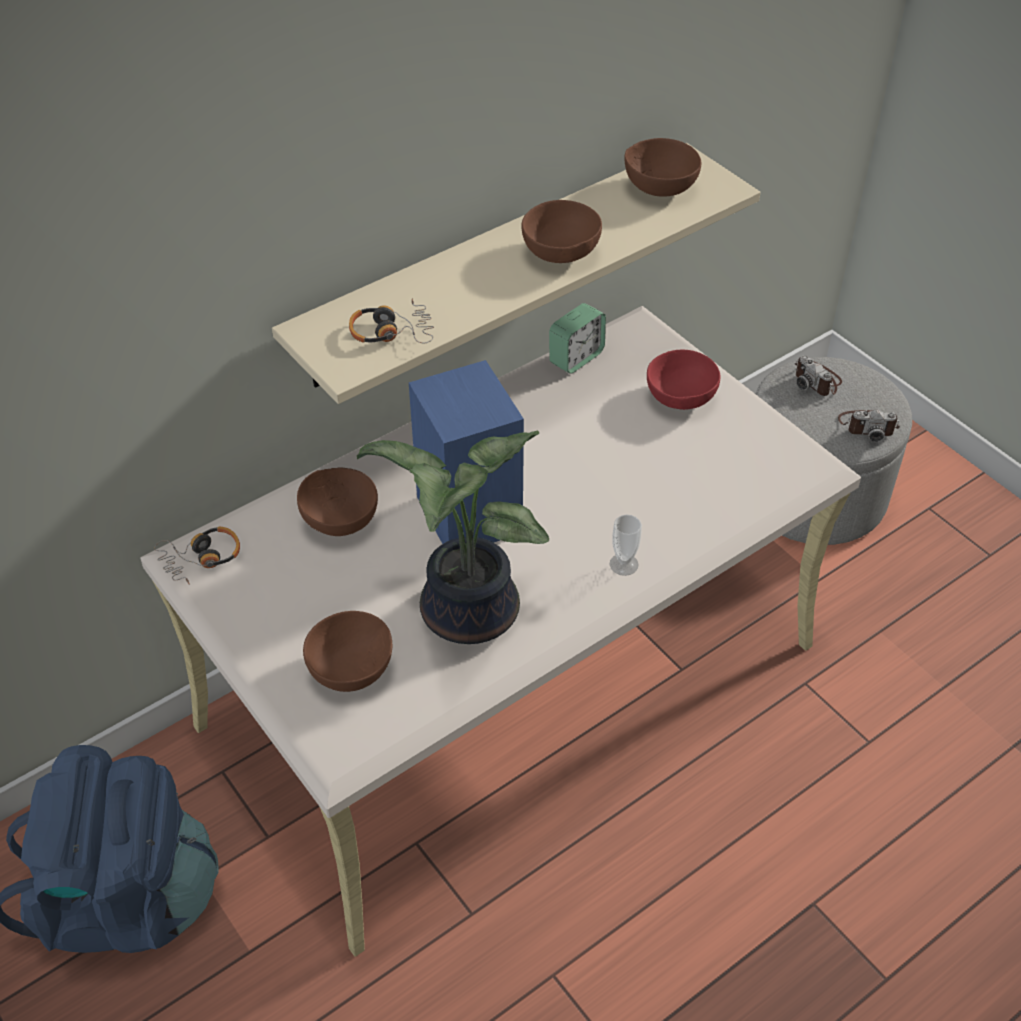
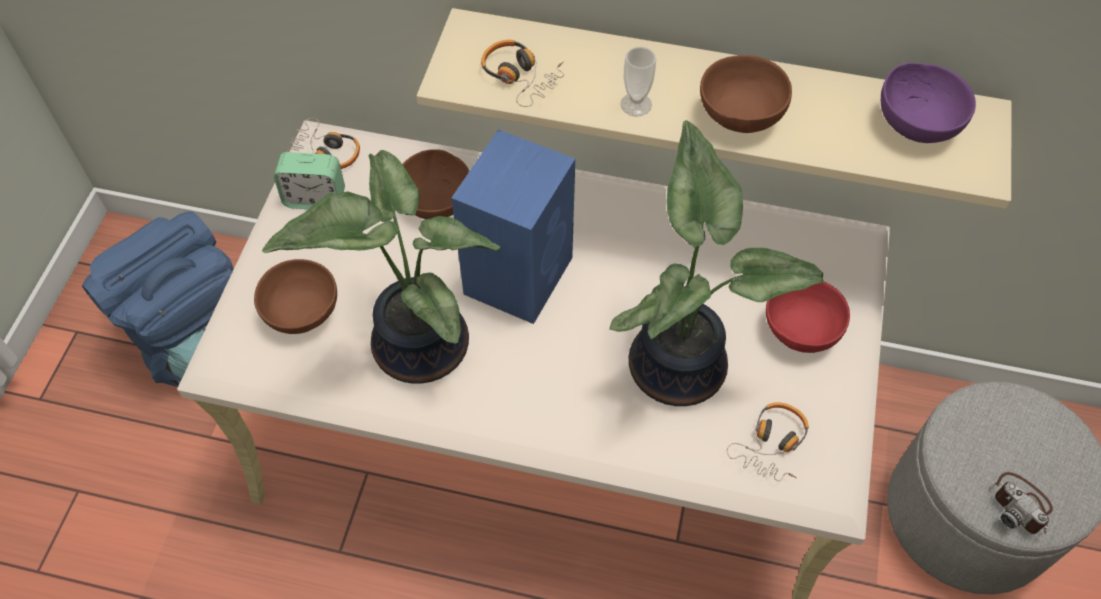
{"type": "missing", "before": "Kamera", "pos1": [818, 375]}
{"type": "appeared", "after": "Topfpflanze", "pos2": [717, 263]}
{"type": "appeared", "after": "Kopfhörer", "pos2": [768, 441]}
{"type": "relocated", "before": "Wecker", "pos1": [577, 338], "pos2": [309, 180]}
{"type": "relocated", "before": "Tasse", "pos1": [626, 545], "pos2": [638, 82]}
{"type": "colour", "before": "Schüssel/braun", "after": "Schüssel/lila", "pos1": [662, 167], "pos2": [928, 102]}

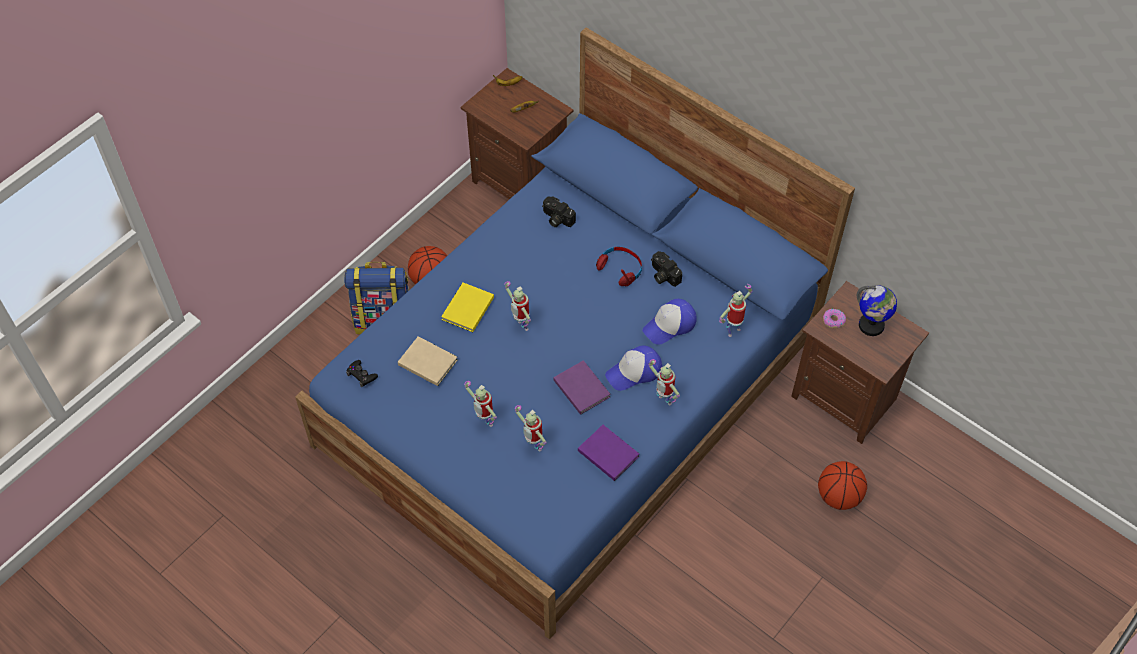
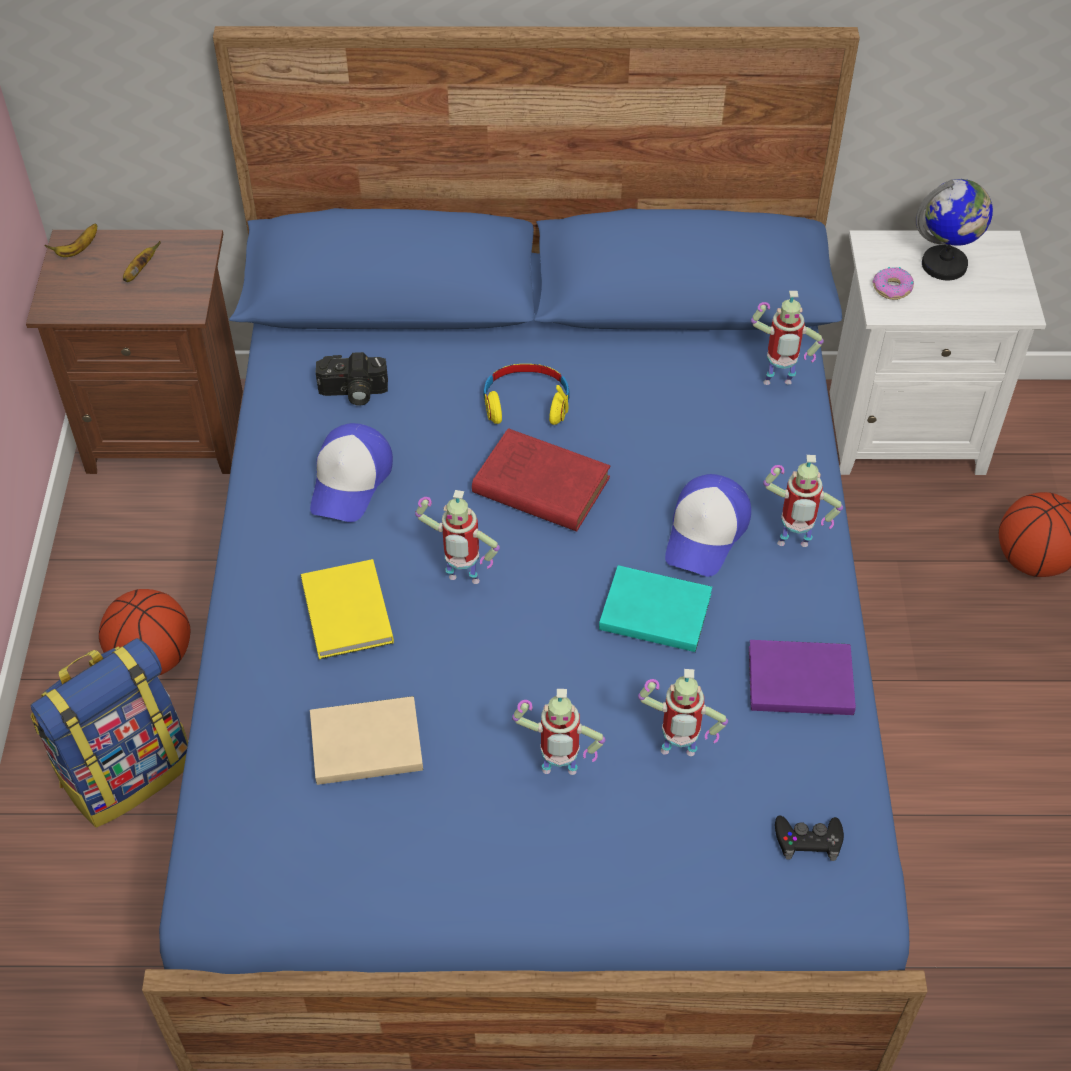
{"type": "missing", "before": "Kamera", "pos1": [666, 269]}
{"type": "appeared", "after": "Buch/rot", "pos2": [541, 480]}
{"type": "relocated", "before": "Gamepad/schwarz", "pos1": [362, 373], "pos2": [809, 838]}
{"type": "relocated", "before": "Kappe", "pos1": [669, 322], "pos2": [351, 472]}
{"type": "colour", "before": "Buch/lila", "after": "Buch/türkis", "pos1": [581, 387], "pos2": [655, 608]}
{"type": "colour", "before": "Kopfhörer/rot", "after": "Kopfhörer/gelb", "pos1": [619, 266], "pos2": [526, 394]}
{"type": "colour", "before": "Nachttisch/braun", "after": "Nachttisch/weiß", "pos1": [860, 362], "pos2": [937, 353]}
{"type": "spun", "before": "Spielzeugroboter", "pos1": [735, 310], "pos2": [787, 338], "turn": -105}

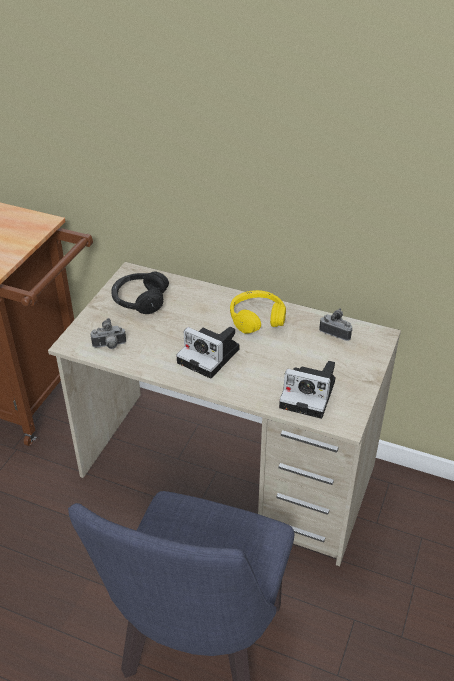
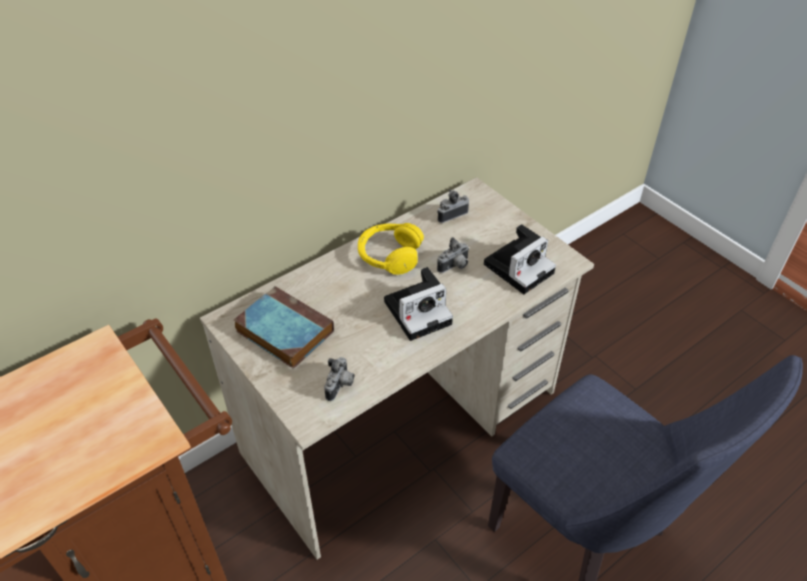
{"type": "appeared", "after": "Kamera", "pos2": [453, 255]}
{"type": "exchanged", "before": "Kopfhörer/schwarz", "after": "Buch", "pos1": [140, 292], "pos2": [284, 327]}

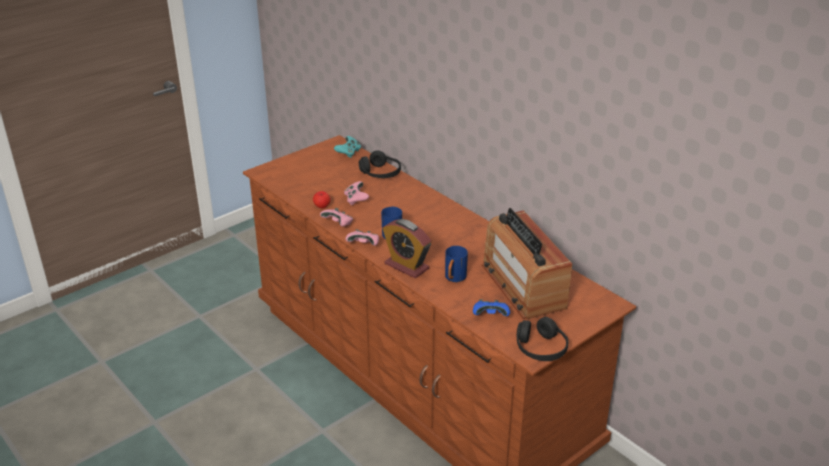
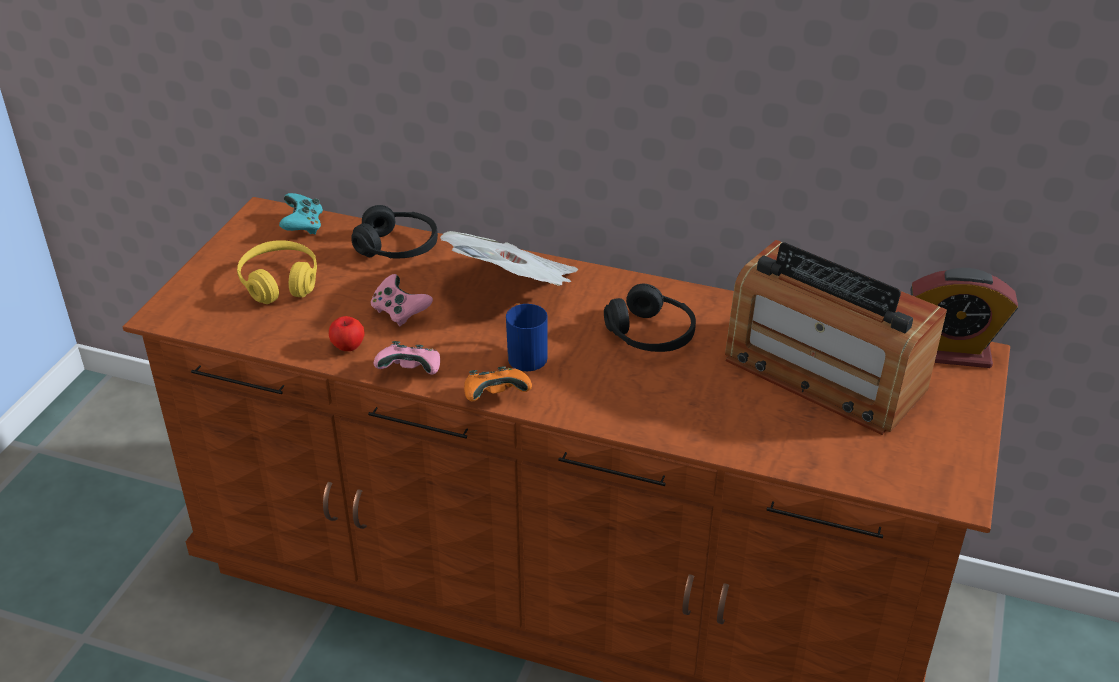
{"type": "missing", "before": "Henkelbecher/blau", "pos1": [456, 264]}
{"type": "missing", "before": "Gamepad/blau", "pos1": [491, 307]}
{"type": "appeared", "after": "Kopfhörer/gelb", "pos2": [277, 272]}
{"type": "appeared", "after": "Zeitung", "pos2": [509, 258]}
{"type": "relocated", "before": "Wecker", "pos1": [406, 249], "pos2": [964, 318]}
{"type": "relocated", "before": "Kopfhörer/schwarz", "pos1": [542, 339], "pos2": [650, 318]}
{"type": "colour", "before": "Gamepad/rosa", "after": "Gamepad/orange", "pos1": [362, 237], "pos2": [498, 384]}

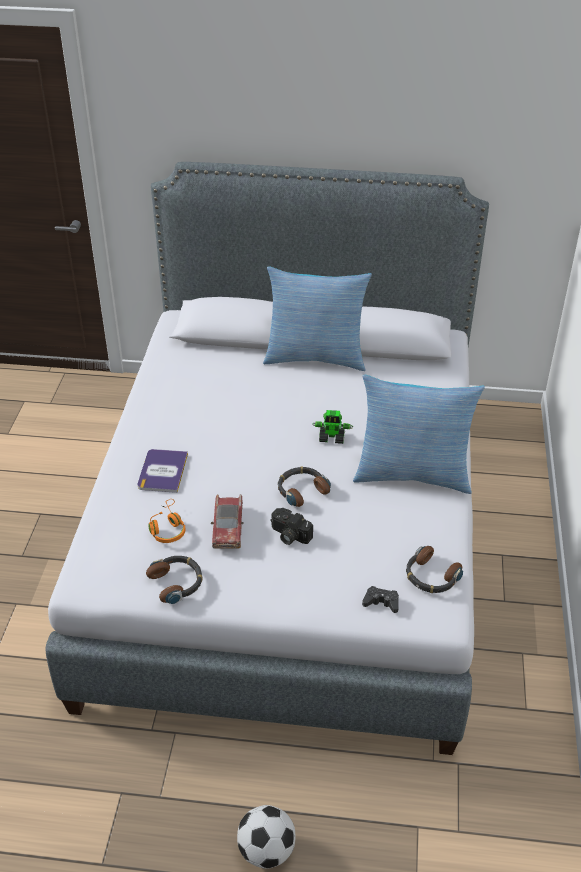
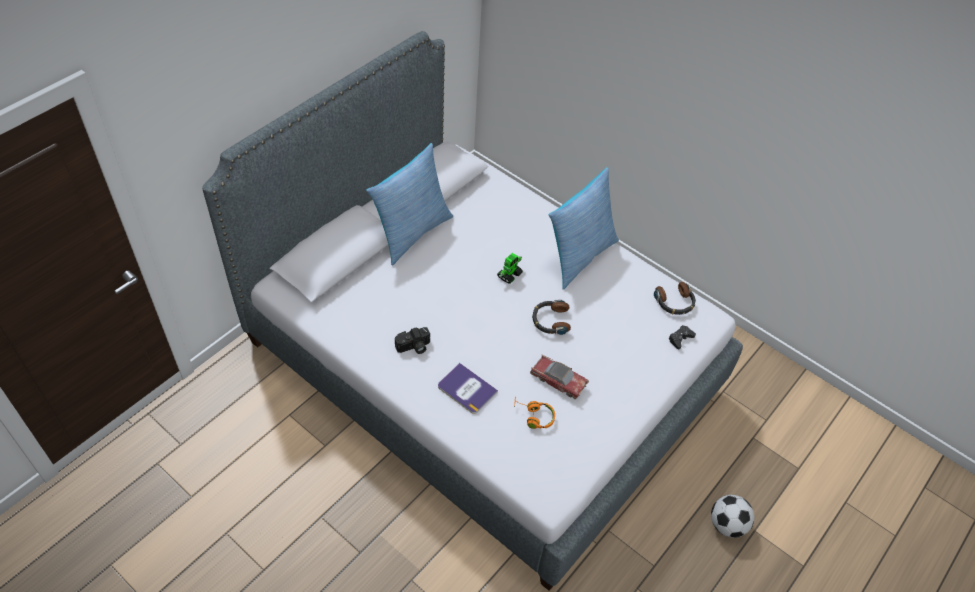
{"type": "missing", "before": "Kopfhörer", "pos1": [174, 580]}
{"type": "relocated", "before": "Kamera", "pos1": [291, 526], "pos2": [412, 340]}

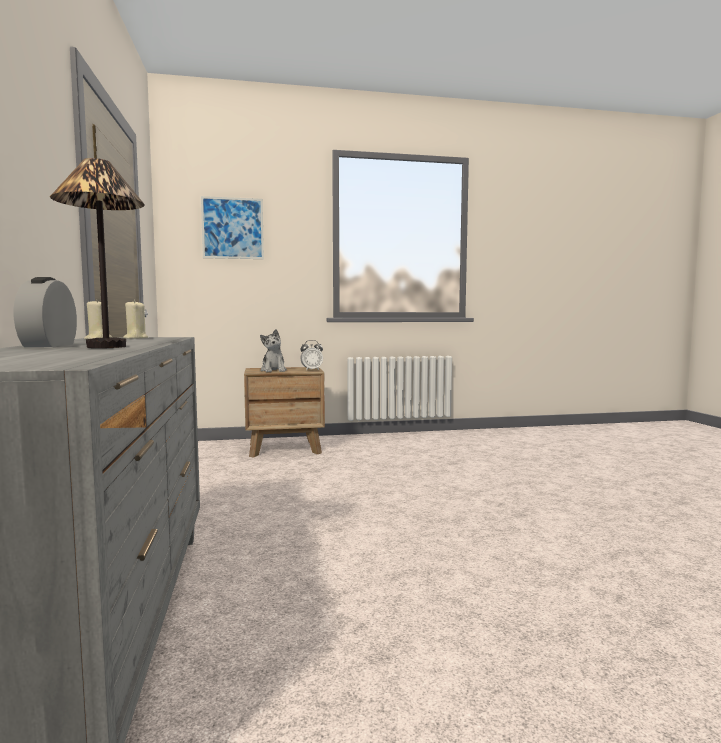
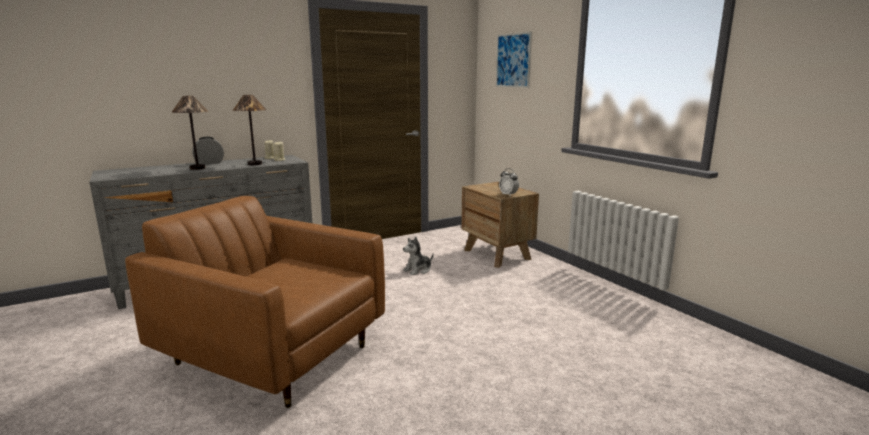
{"type": "appeared", "after": "Sessel/braun", "pos2": [255, 302]}
{"type": "appeared", "after": "Tischlampe", "pos2": [249, 130]}
{"type": "relocated", "before": "Plüschtier", "pos1": [273, 350], "pos2": [418, 256]}

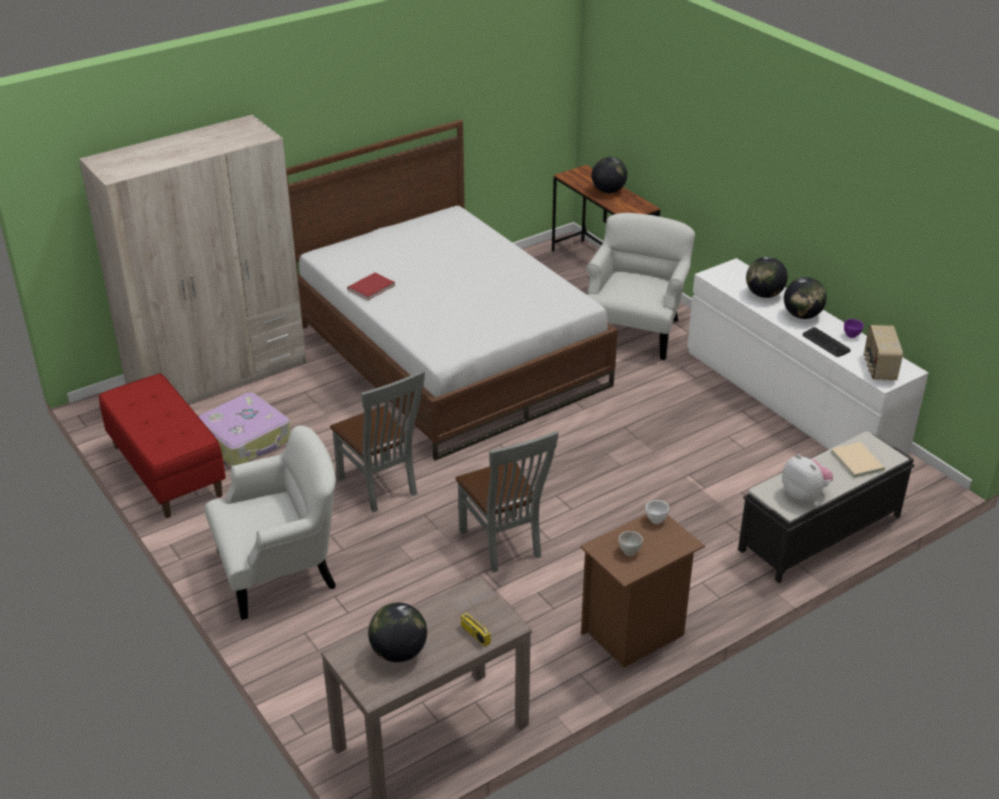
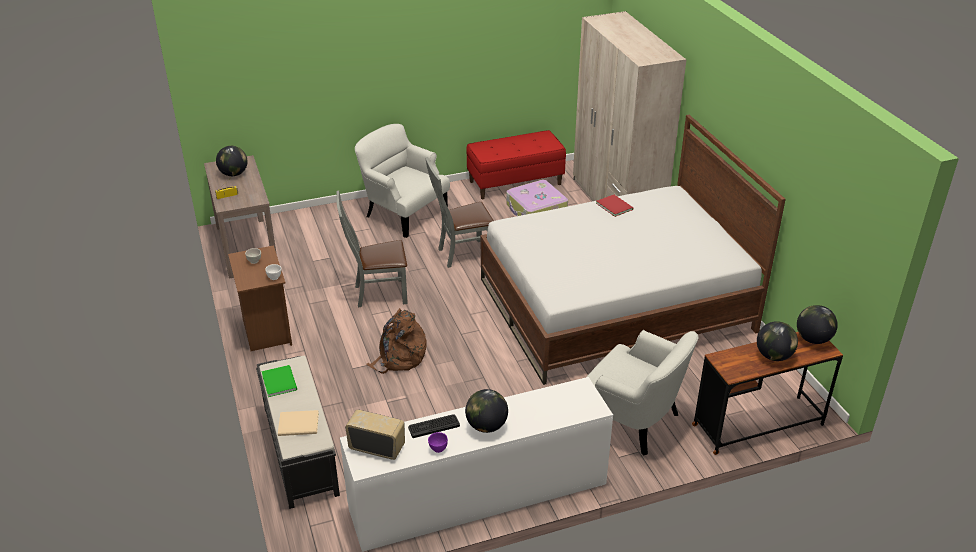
{"type": "appeared", "after": "Rucksack/braun", "pos2": [396, 341]}
{"type": "relocated", "before": "Globus", "pos1": [767, 277], "pos2": [817, 324]}
{"type": "exchanged", "before": "Plüschtier", "after": "Buch/grün", "pos1": [807, 478], "pos2": [279, 381]}
{"type": "spun", "before": "Sessel/weiß", "pos1": [270, 522], "pos2": [402, 181], "turn": 135}

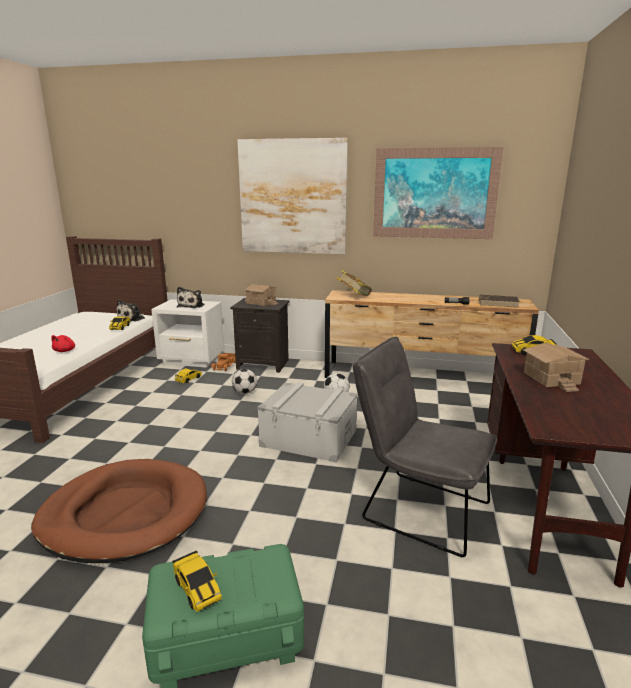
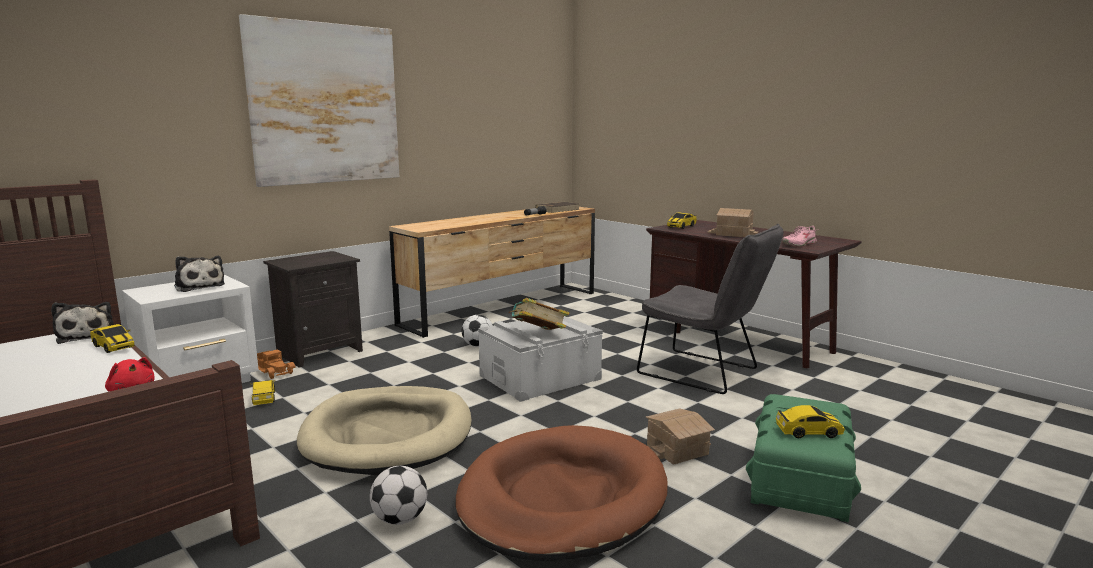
{"type": "missing", "before": "Bild", "pos1": [438, 193]}
{"type": "appeared", "after": "Hundebett/beige", "pos2": [384, 430]}
{"type": "appeared", "after": "Schuh/rosa", "pos2": [800, 236]}
{"type": "relocated", "before": "Fußball", "pos1": [244, 381], "pos2": [398, 495]}
{"type": "relocated", "before": "Spielzeughaus", "pos1": [261, 295], "pos2": [680, 436]}
{"type": "relocated", "before": "Buch", "pos1": [354, 282], "pos2": [539, 314]}
{"type": "spun", "before": "Stuhl/grau", "pos1": [425, 447], "pos2": [710, 309], "turn": -120}

